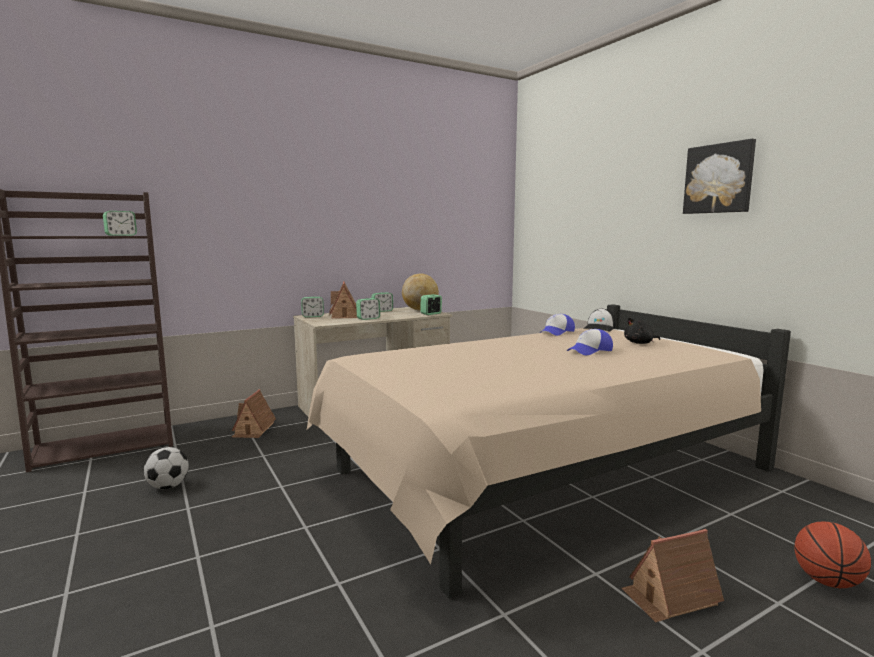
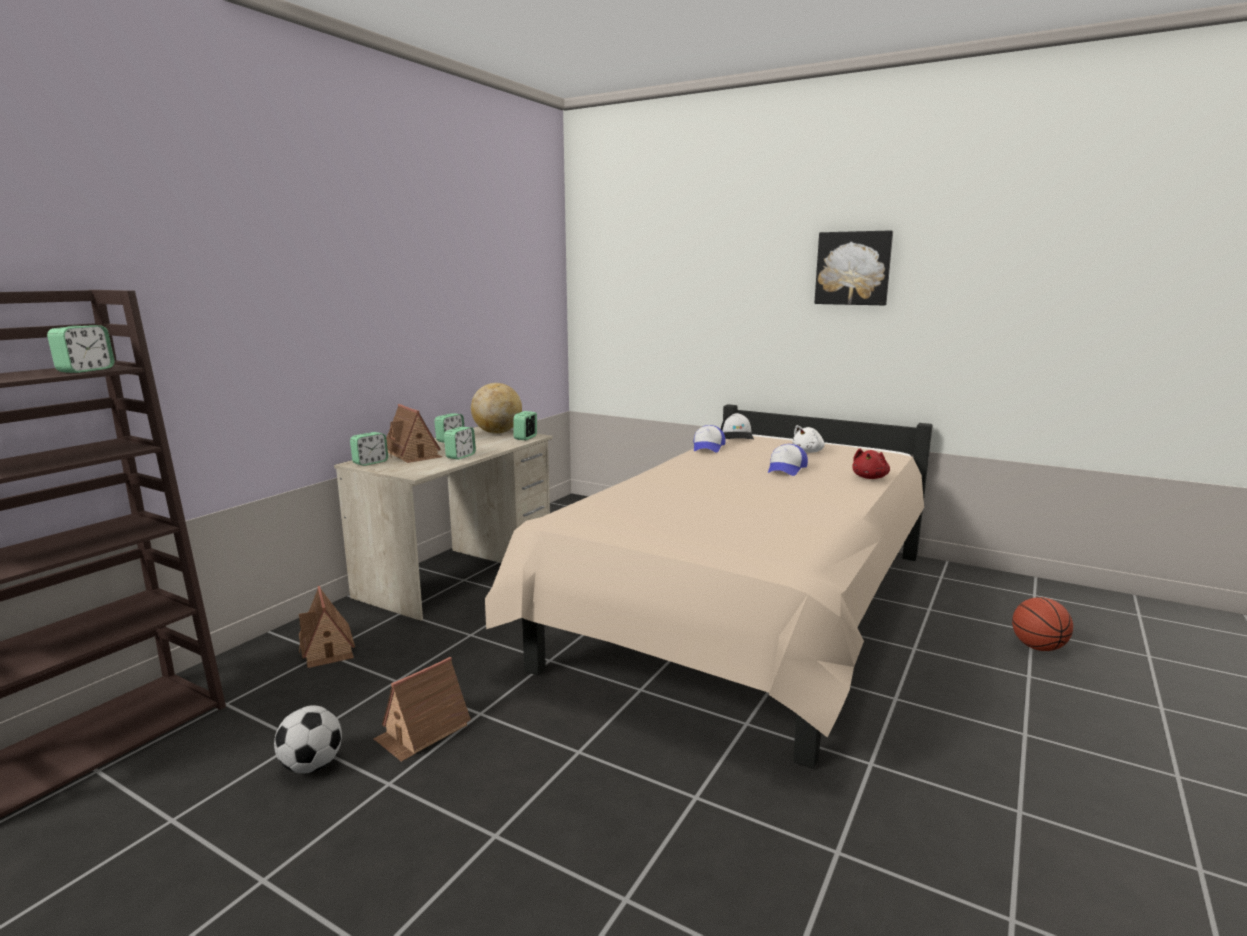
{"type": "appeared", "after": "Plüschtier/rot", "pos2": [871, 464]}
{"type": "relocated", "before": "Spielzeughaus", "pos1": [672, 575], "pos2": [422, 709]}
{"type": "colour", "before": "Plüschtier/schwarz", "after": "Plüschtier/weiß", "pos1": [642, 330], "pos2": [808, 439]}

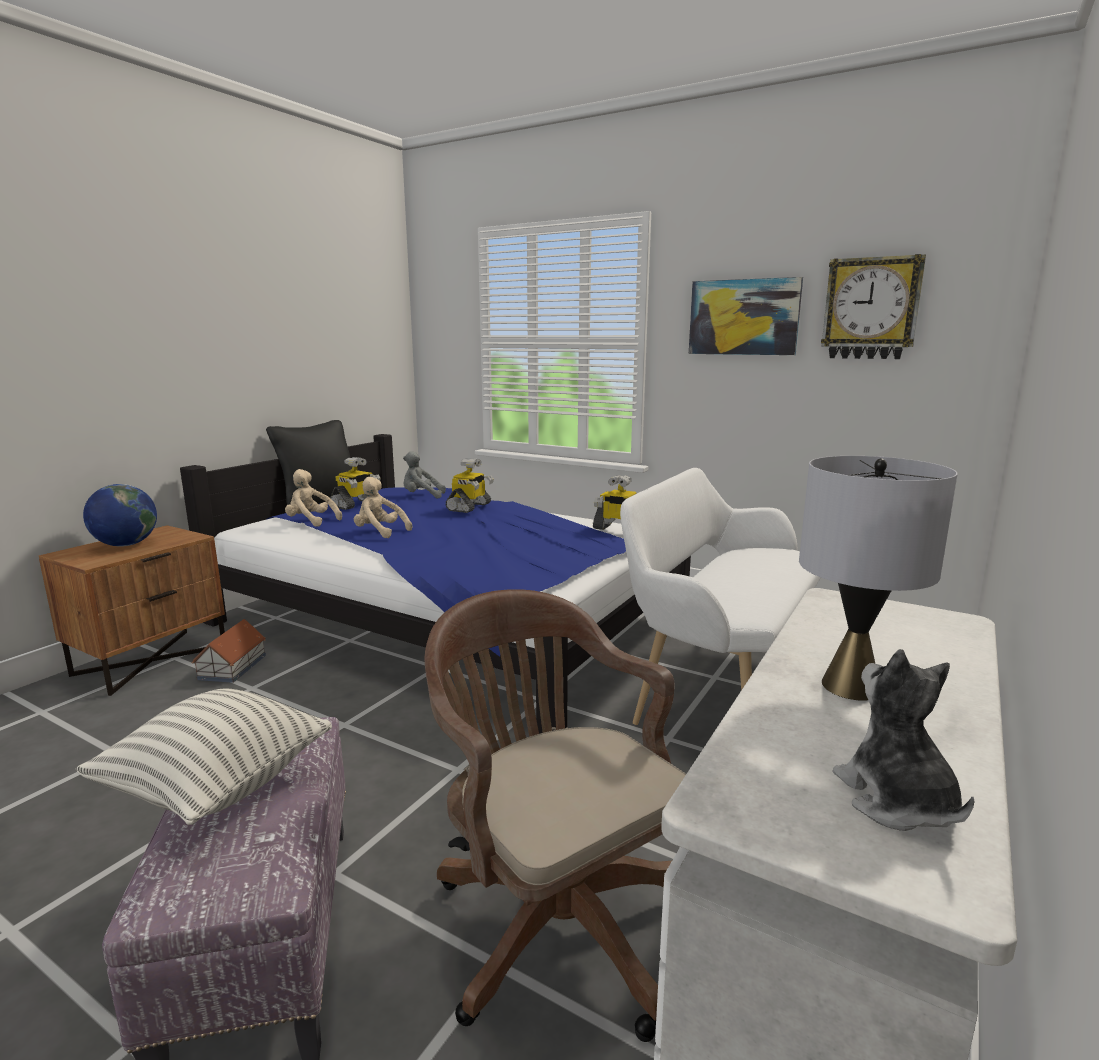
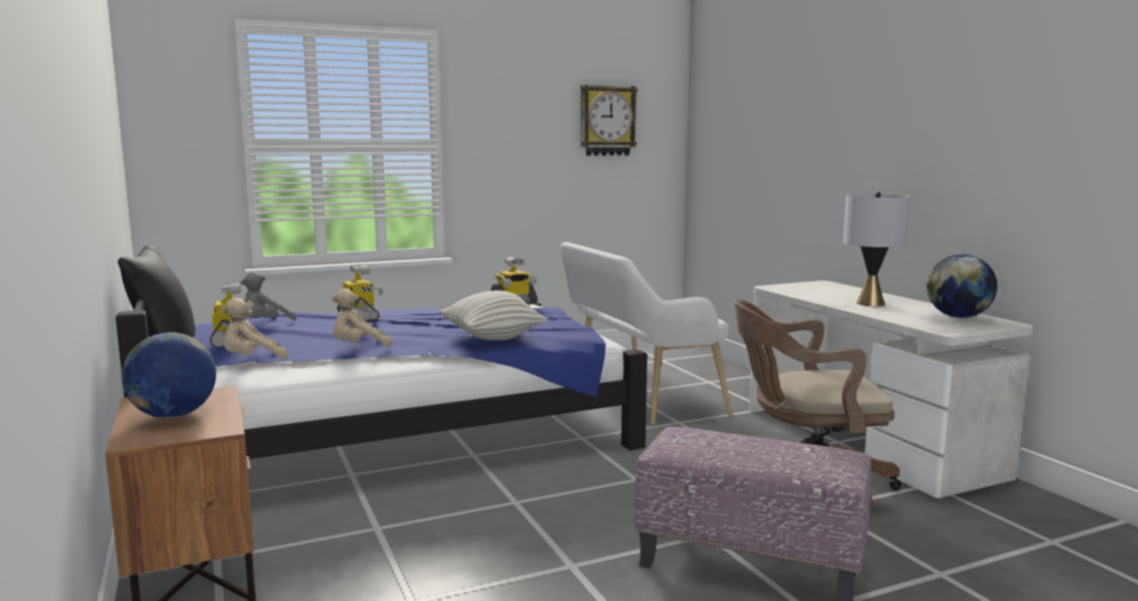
{"type": "missing", "before": "Spielzeughaus", "pos1": [229, 651]}
{"type": "missing", "before": "Bild", "pos1": [746, 316]}
{"type": "relocated", "before": "Kissen", "pos1": [204, 757], "pos2": [493, 315]}
{"type": "exchanged", "before": "Plüschtier", "after": "Globus", "pos1": [903, 740], "pos2": [962, 286]}

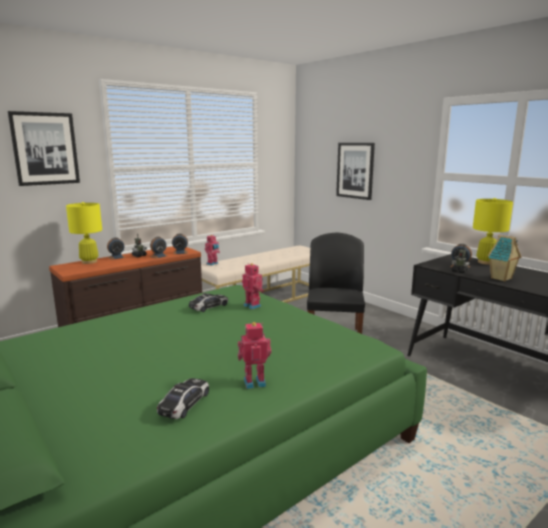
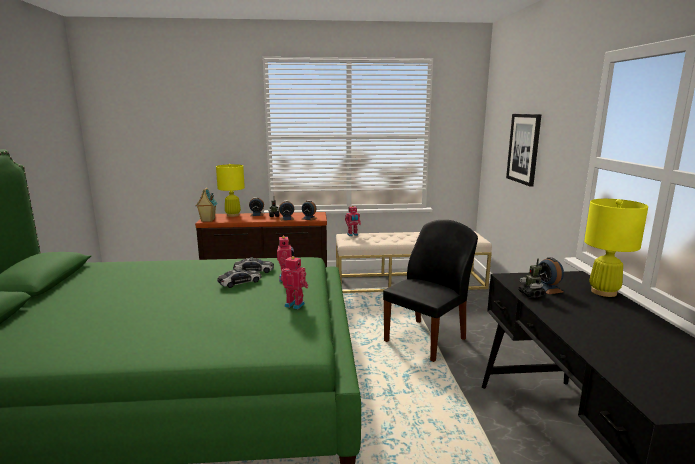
{"type": "missing", "before": "Bild", "pos1": [44, 148]}
{"type": "relocated", "before": "Spielzeugauto", "pos1": [183, 398], "pos2": [239, 278]}
{"type": "relocated", "before": "Spielzeugroboter", "pos1": [254, 355], "pos2": [294, 282]}
{"type": "relocated", "before": "Spielzeughaus", "pos1": [504, 258], "pos2": [206, 205]}

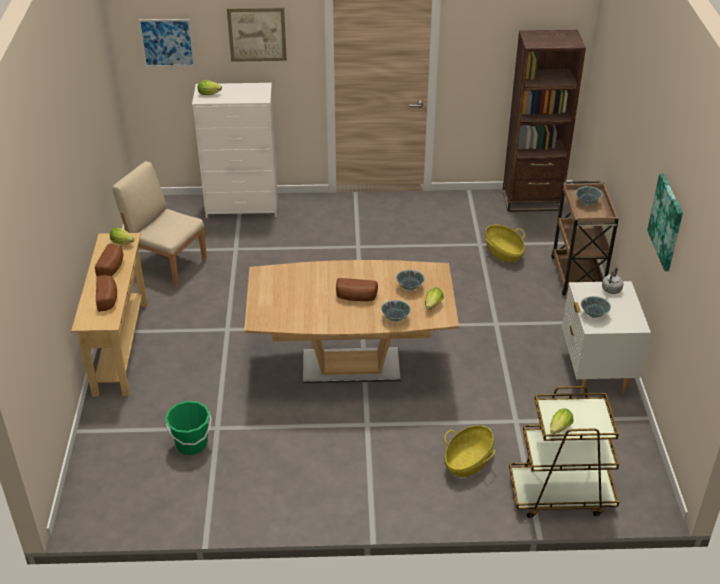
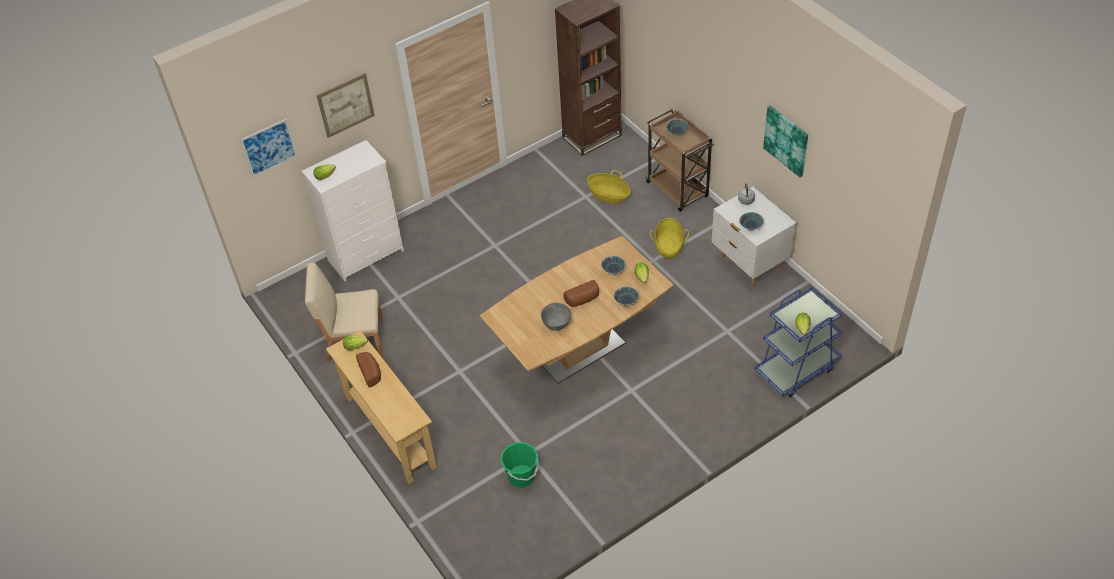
{"type": "missing", "before": "Brot", "pos1": [106, 293]}
{"type": "appeared", "after": "Schüssel/grau", "pos2": [556, 317]}
{"type": "relocated", "before": "Korb", "pos1": [469, 451], "pos2": [669, 238]}
{"type": "colour", "before": "Rollwagen/braun", "after": "Rollwagen/blau", "pos1": [564, 452], "pos2": [798, 342]}

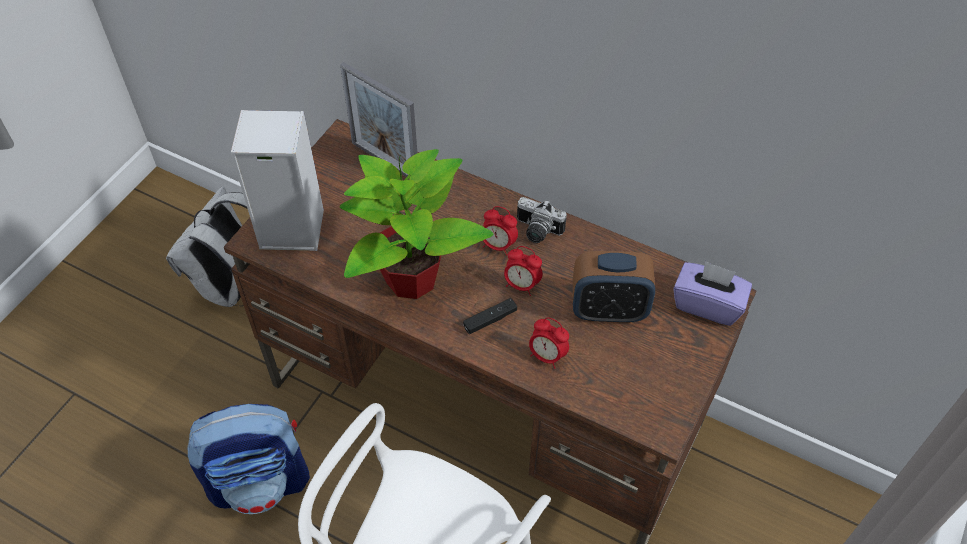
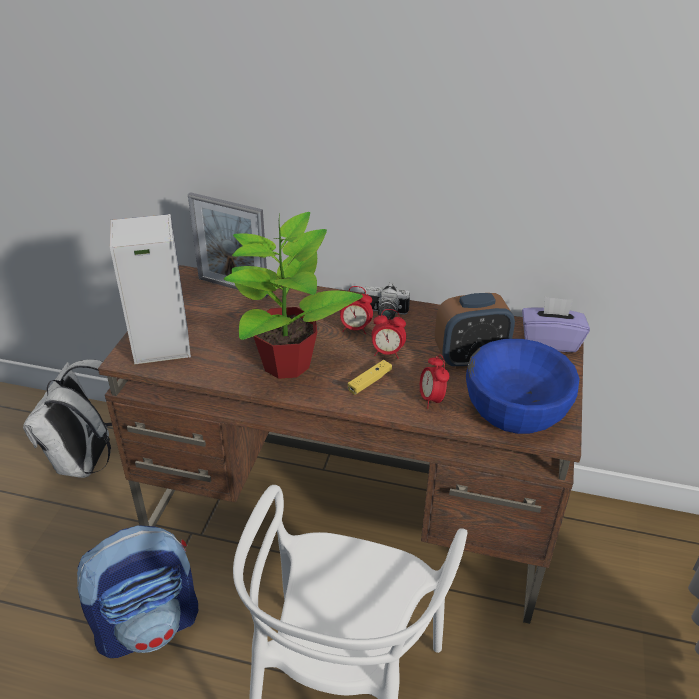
{"type": "appeared", "after": "Schüssel/blau", "pos2": [523, 386]}
{"type": "colour", "before": "Gamepad/schwarz", "after": "Gamepad/gelb", "pos1": [490, 316], "pos2": [370, 377]}
{"type": "spun", "before": "Wecker", "pos1": [549, 343], "pos2": [435, 382], "turn": 60}

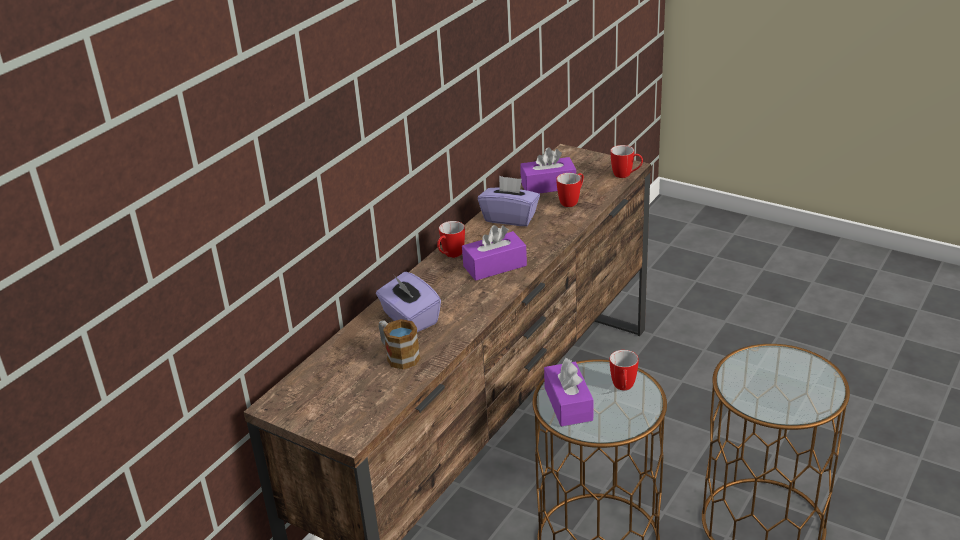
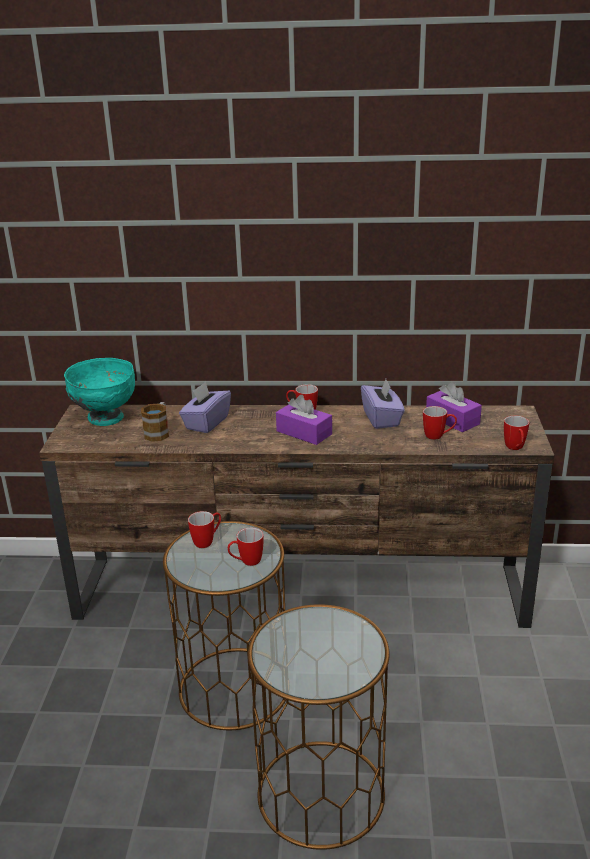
{"type": "appeared", "after": "Schüssel/türkis", "pos2": [99, 392]}
{"type": "exchanged", "before": "Taschentuchbox/lila", "after": "Henkelbecher", "pos1": [568, 392], "pos2": [204, 529]}

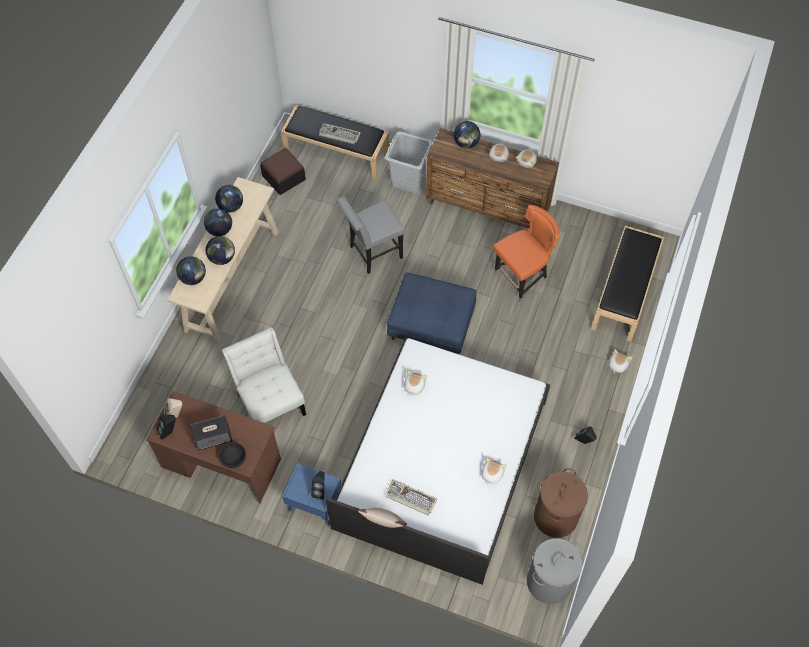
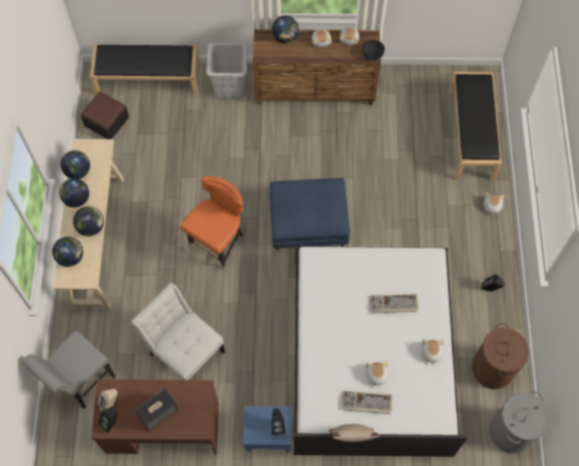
{"type": "relocated", "before": "Schüssel/schwarz", "pos1": [232, 455], "pos2": [373, 50]}
{"type": "relocated", "before": "Tastatur", "pos1": [340, 133], "pos2": [394, 303]}
{"type": "relocated", "before": "Stuhl/grau", "pos1": [371, 235], "pos2": [69, 370]}
{"type": "relocated", "before": "Plüschtier", "pos1": [415, 383], "pos2": [377, 374]}
{"type": "relocated", "before": "Stuhl/orange", "pos1": [526, 253], "pos2": [212, 222]}

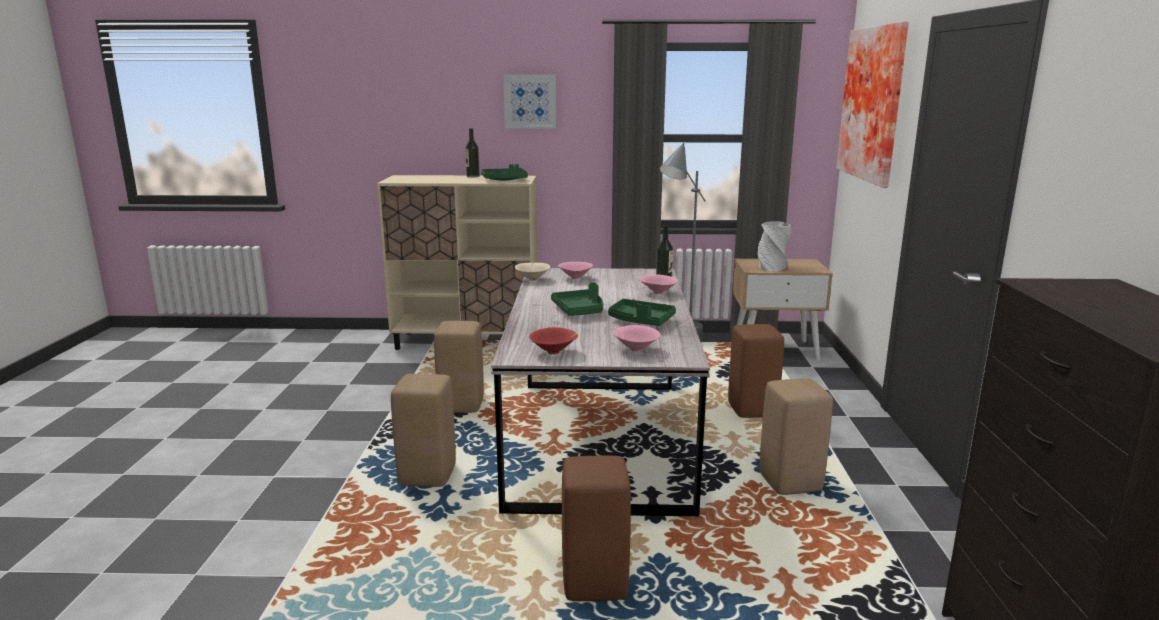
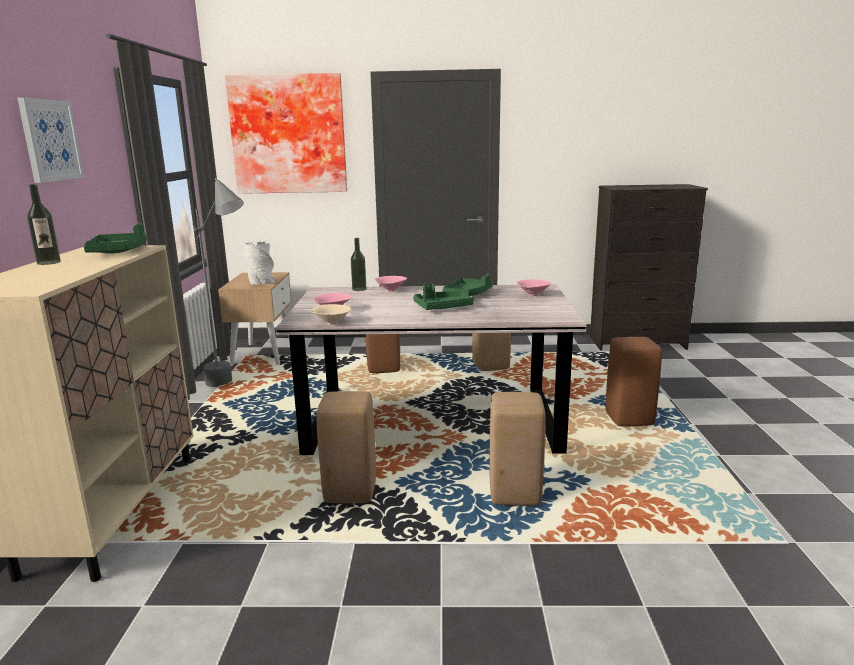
{"type": "missing", "before": "Schüssel/rot", "pos1": [553, 341]}

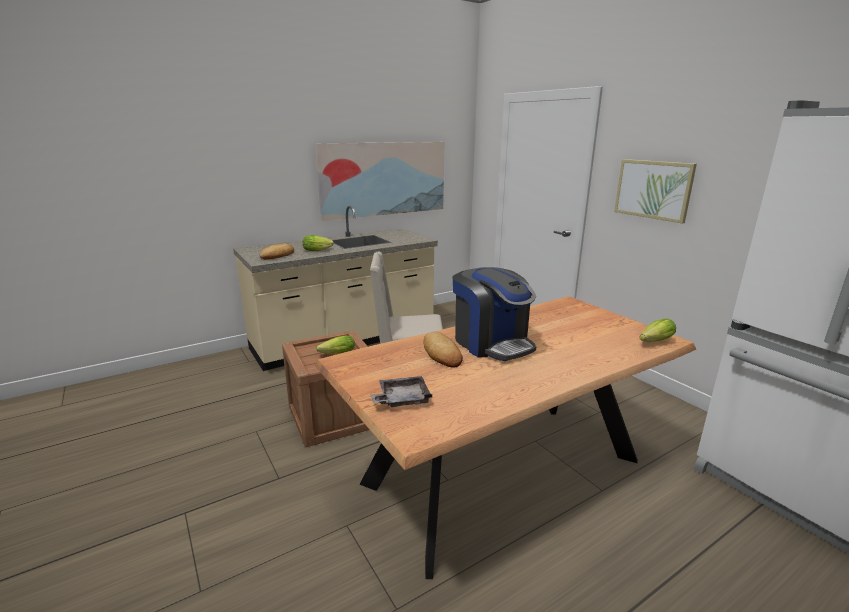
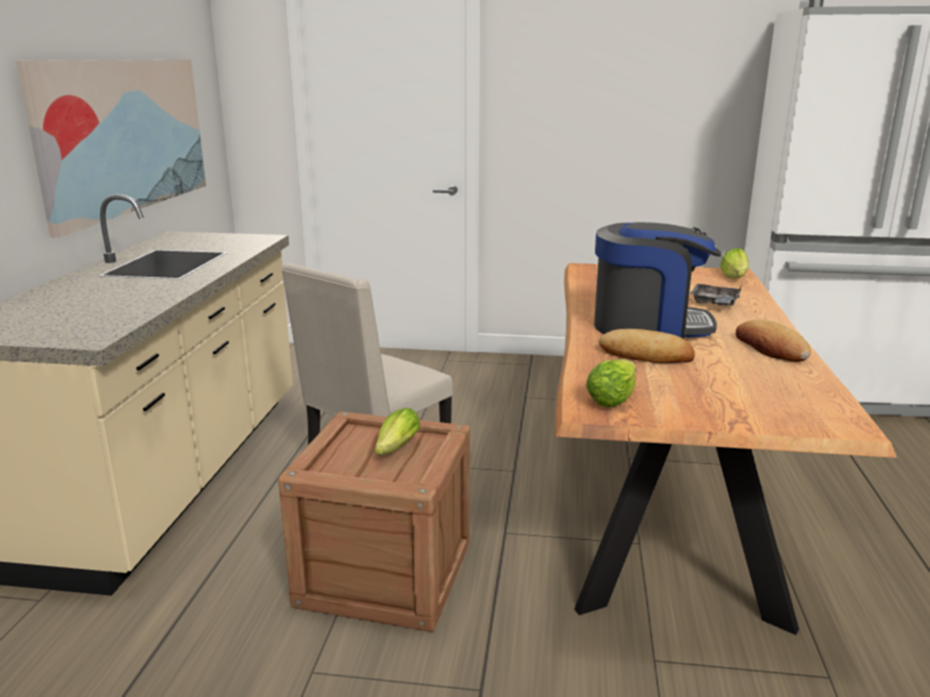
{"type": "missing", "before": "Bild", "pos1": [655, 191]}
{"type": "relocated", "before": "Brot", "pos1": [276, 251], "pos2": [773, 341]}
{"type": "relocated", "before": "Salatkopf", "pos1": [318, 243], "pos2": [611, 383]}
{"type": "relocated", "before": "Tablett/grau", "pos1": [401, 391], "pos2": [715, 295]}

